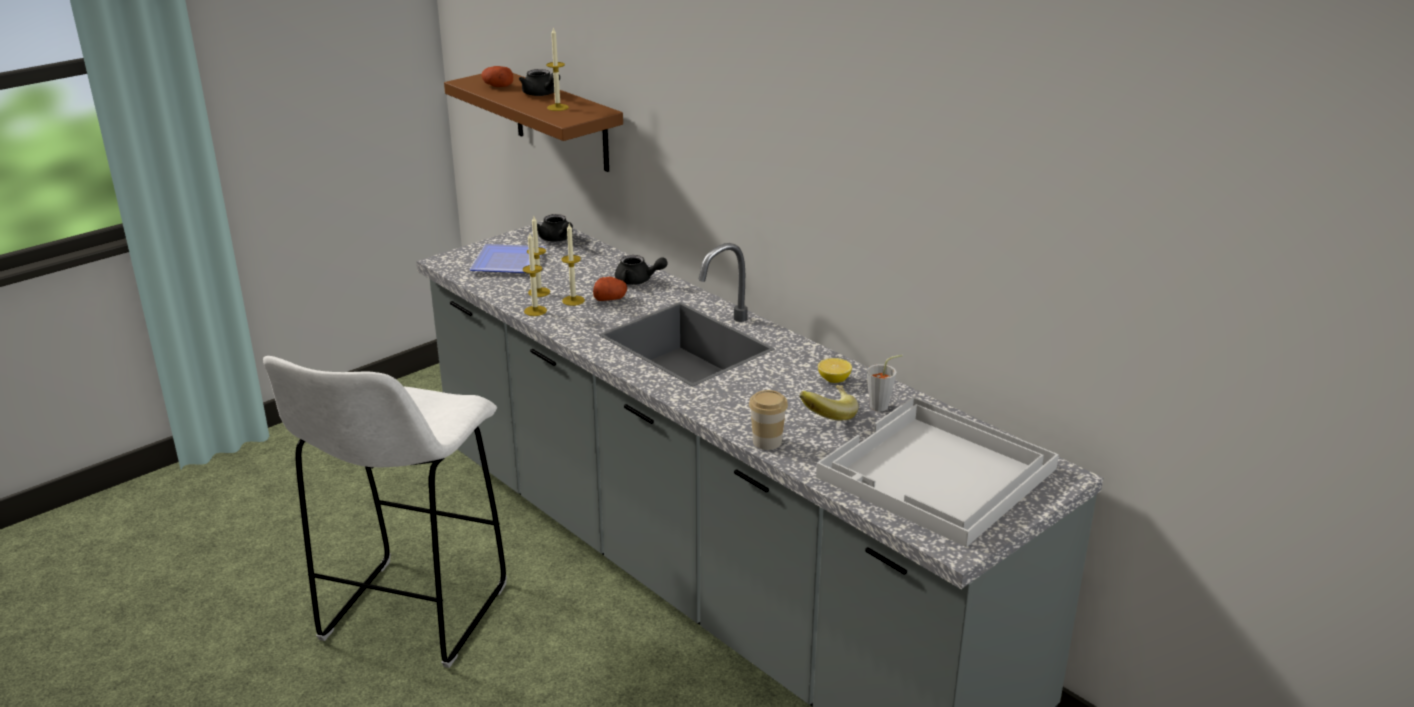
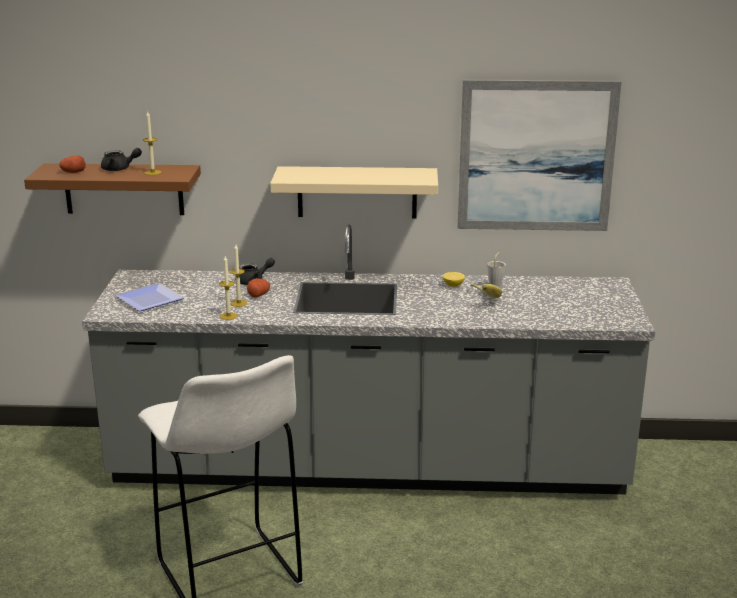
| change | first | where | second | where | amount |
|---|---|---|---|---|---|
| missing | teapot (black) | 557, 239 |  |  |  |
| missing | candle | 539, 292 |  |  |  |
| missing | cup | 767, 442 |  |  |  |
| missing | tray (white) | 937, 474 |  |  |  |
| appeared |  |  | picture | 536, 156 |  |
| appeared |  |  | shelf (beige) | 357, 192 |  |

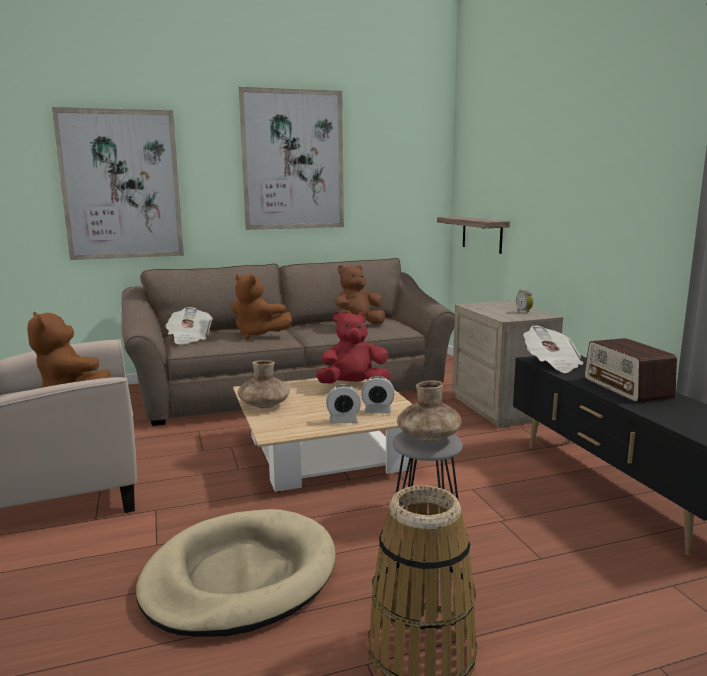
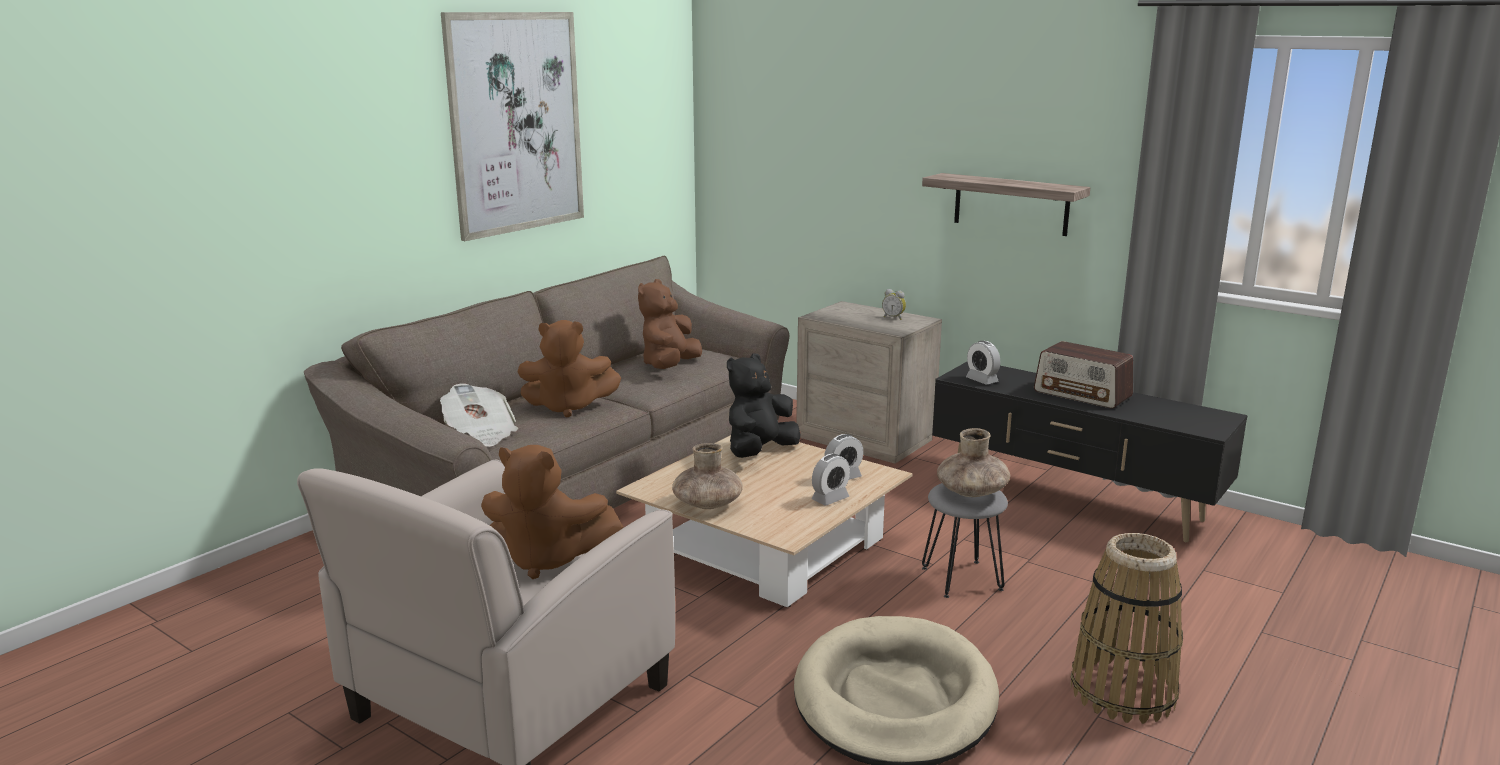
| change | first | where | second | where | amount |
|---|---|---|---|---|---|
| missing | picture | 121, 185 |  |  |  |
| relocated | shelf | 482, 234 |  | 1011, 204 |  |
| colour | plush toy (red) | 353, 385 | plush toy (black) | 759, 452 |  |
| exchanged | newspaper | 552, 364 | alarm clock | 982, 380 |  |

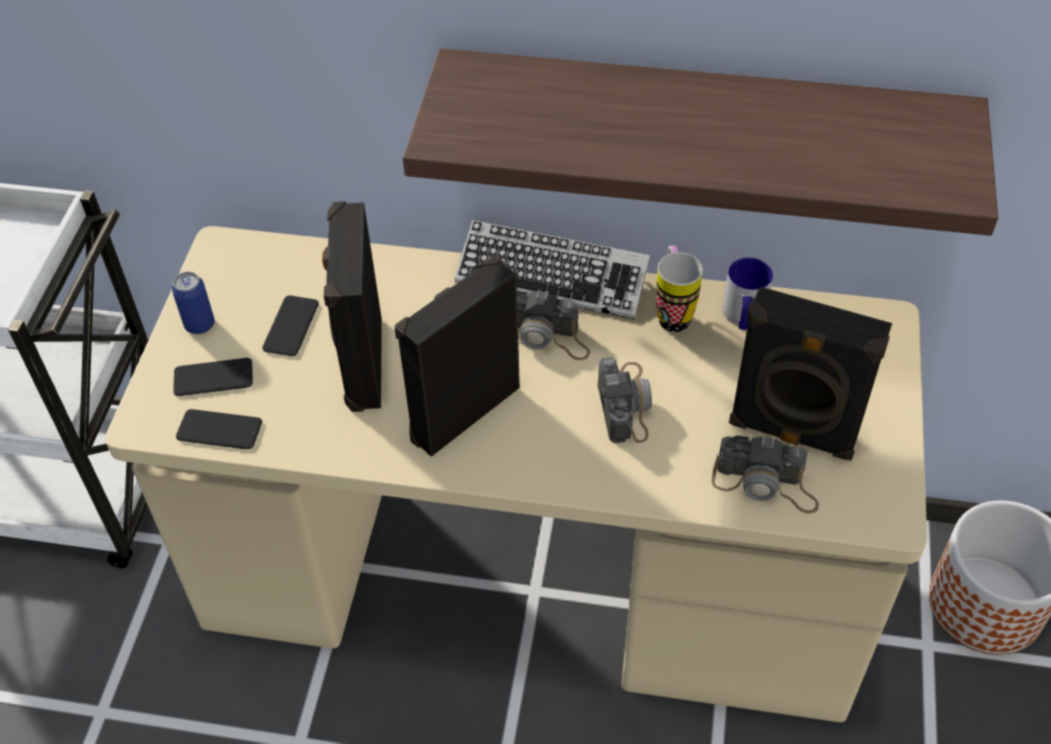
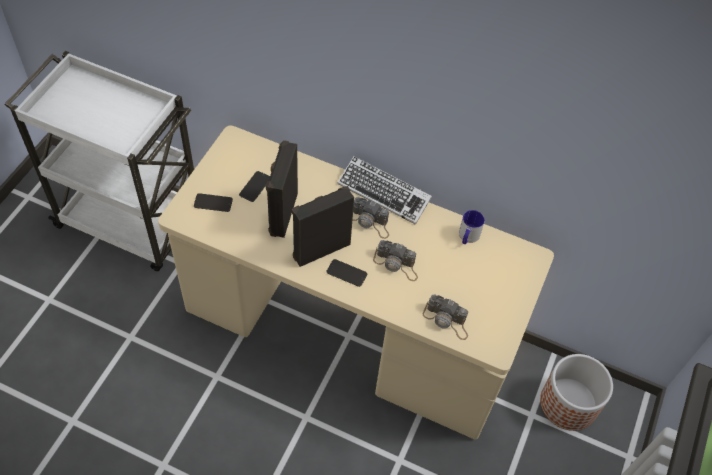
| change | first | where | second | where | amount |
|---|---|---|---|---|---|
| missing | shelf | 700, 128 |  |  |  |
| missing | mug | 672, 312 |  |  |  |
| missing | can | 199, 324 |  |  |  |
| missing | speaker (black) | 792, 434 |  |  |  |
| spun | photo camera | 625, 402 |  | 396, 264 | 105 degrees clockwise |
| relocated | phone | 219, 430 |  | 346, 273 |  |

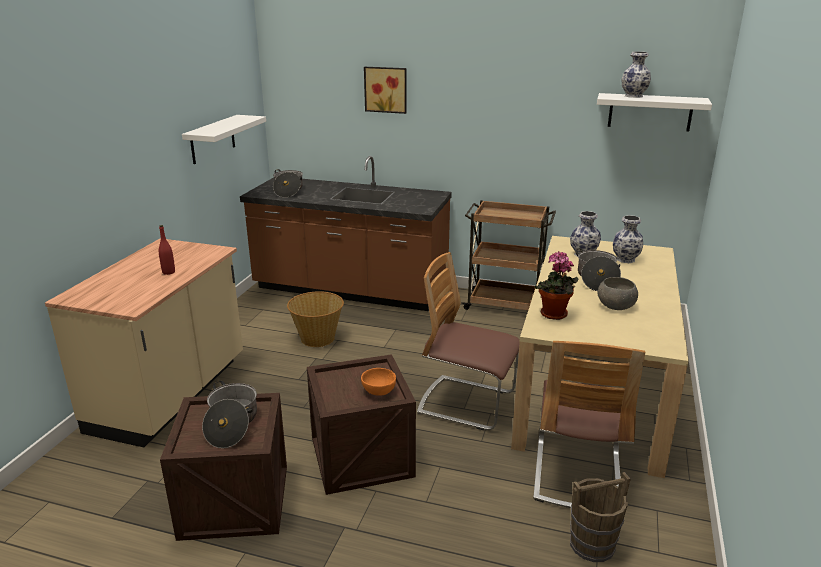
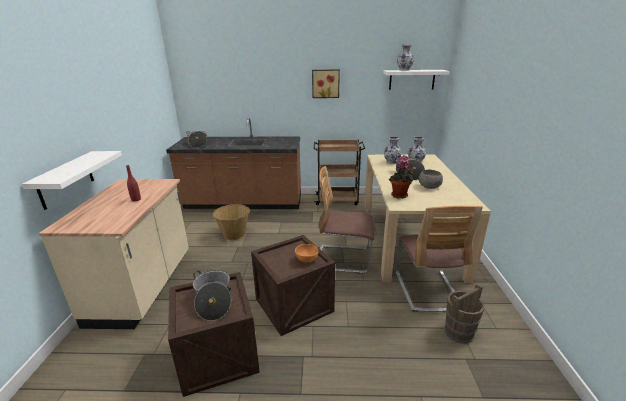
| change | first | where | second | where | amount |
|---|---|---|---|---|---|
| relocated | picture | 386, 89 |  | 325, 83 |  |
| relocated | shelf (white) | 212, 139 |  | 66, 179 |  |

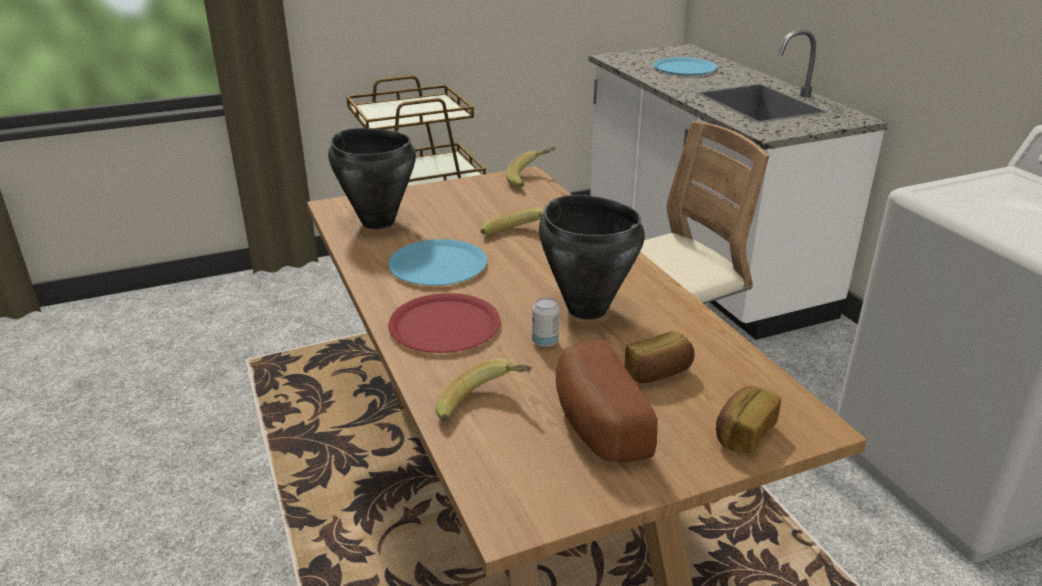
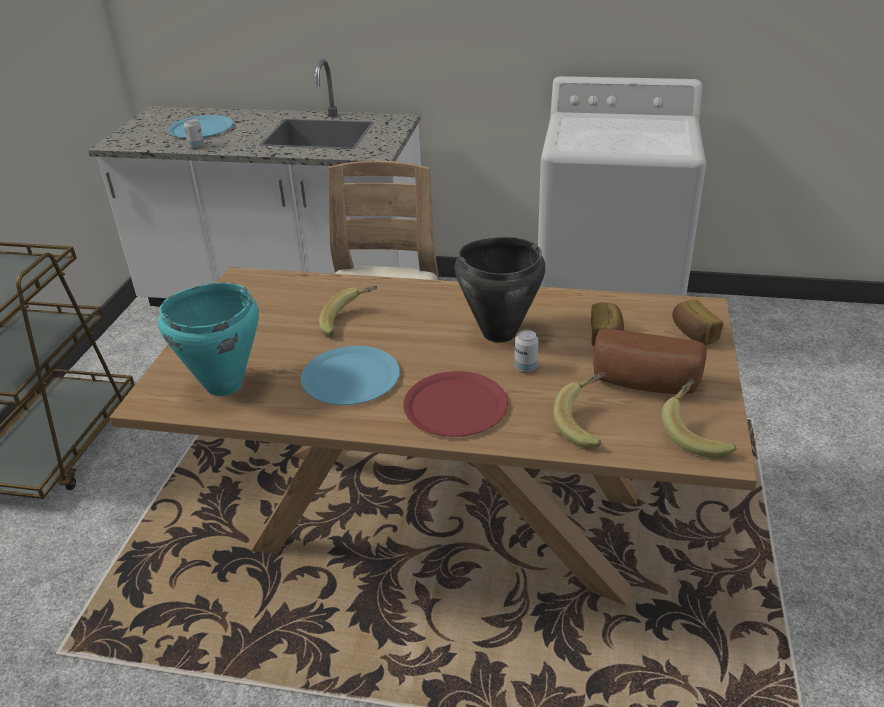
| change | first | where | second | where | amount |
|---|---|---|---|---|---|
| colour | cooking pot (black) | 378, 222 | cooking pot (turquoise) | 223, 385 |  |
| relocated | banana | 531, 180 |  | 697, 434 |  |
| appeared |  |  | can | 196, 146 |  |

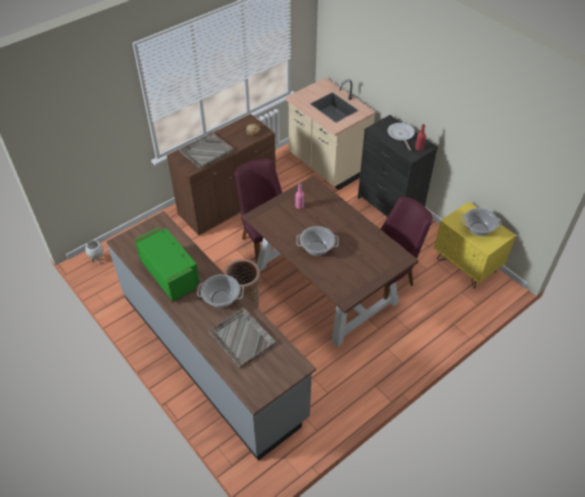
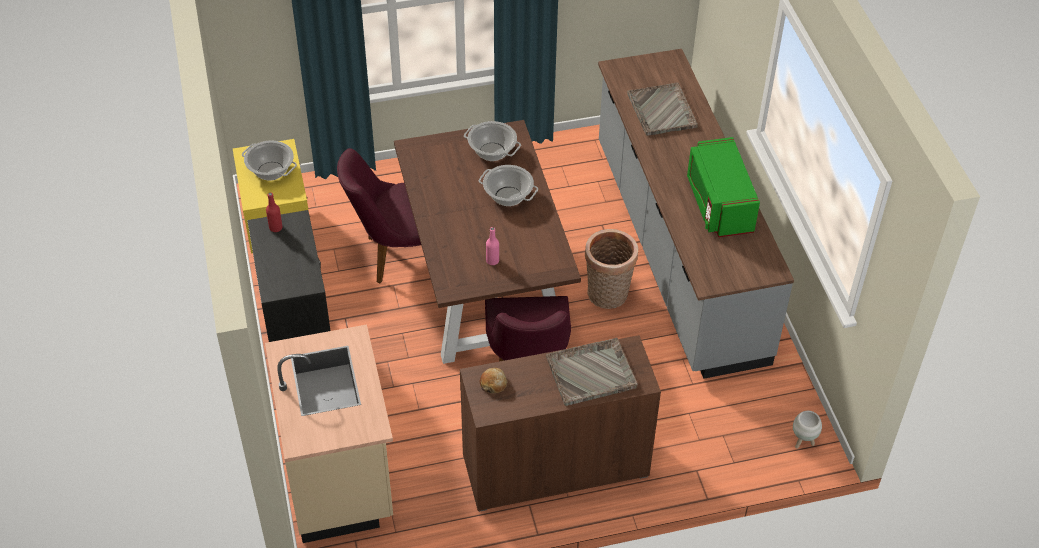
| change | first | where | second | where | amount |
|---|---|---|---|---|---|
| missing | frying pan | 401, 135 |  |  |  |
| relocated | cooking pot | 221, 299 |  | 492, 152 |  |

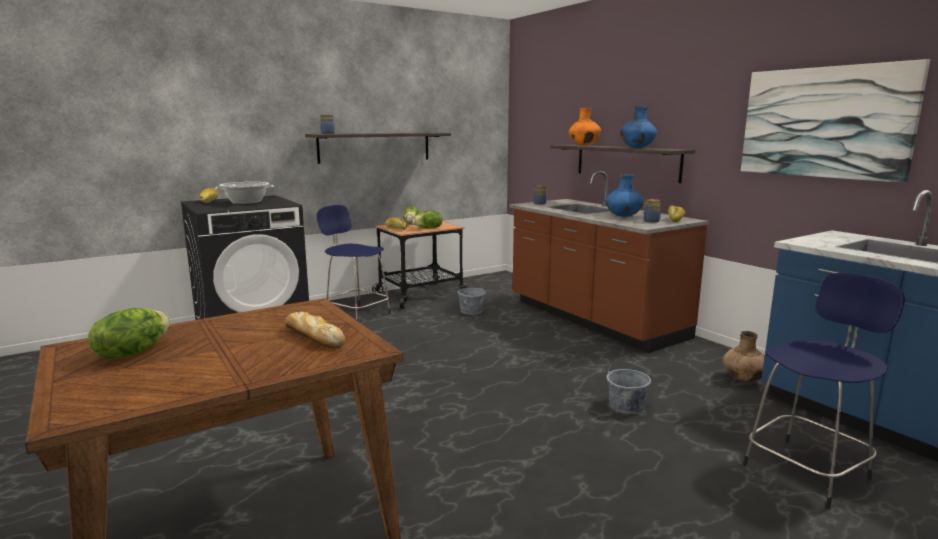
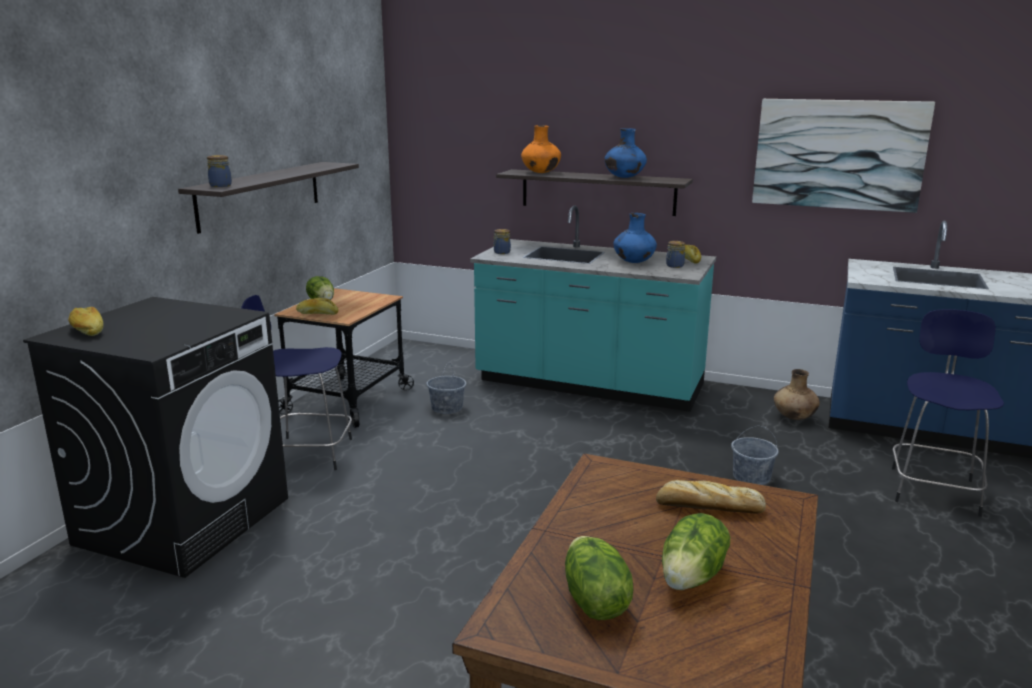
| change | first | where | second | where | amount |
|---|---|---|---|---|---|
| colour | counter (brown) | 594, 319 | counter (turquoise) | 589, 384 |  |
| missing | cooking pot | 246, 202 |  |  |  |
| relocated | lettuce | 428, 228 |  | 693, 577 |  |

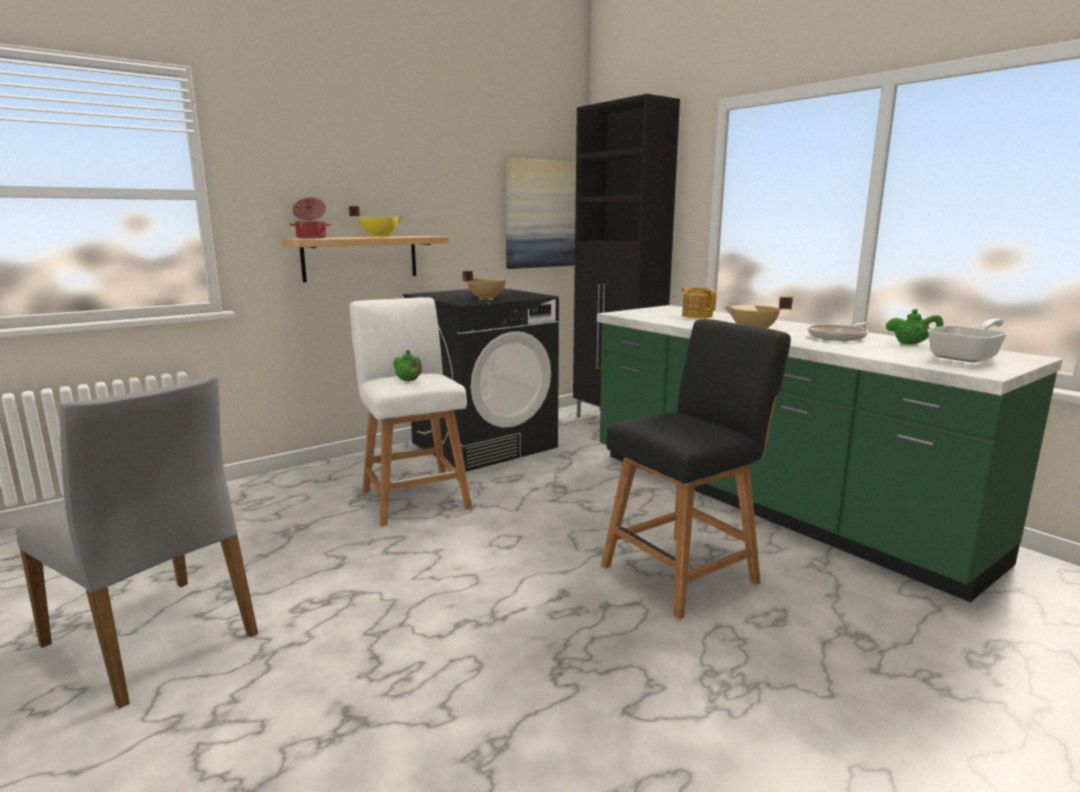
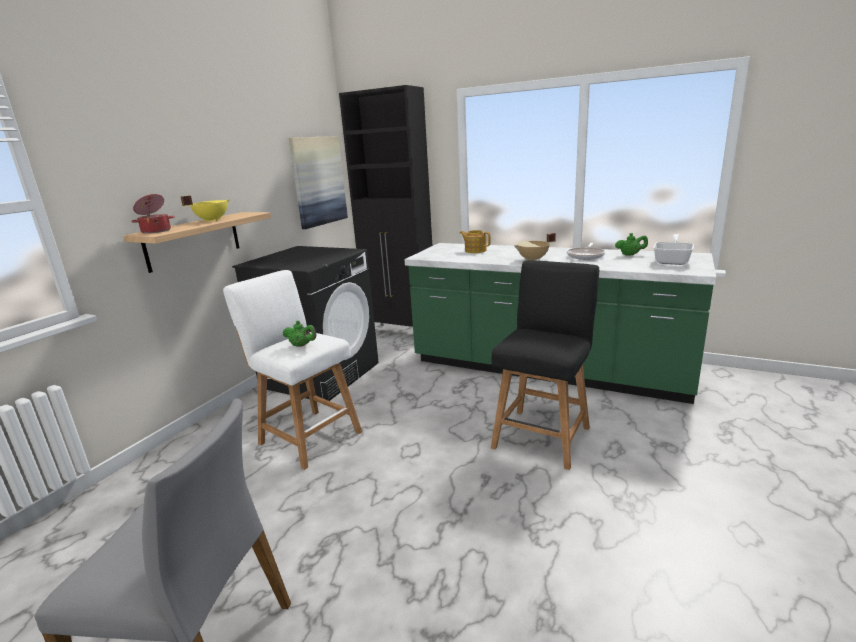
| change | first | where | second | where | amount |
|---|---|---|---|---|---|
| missing | cooking pot (beige) | 486, 299 |  |  |  |

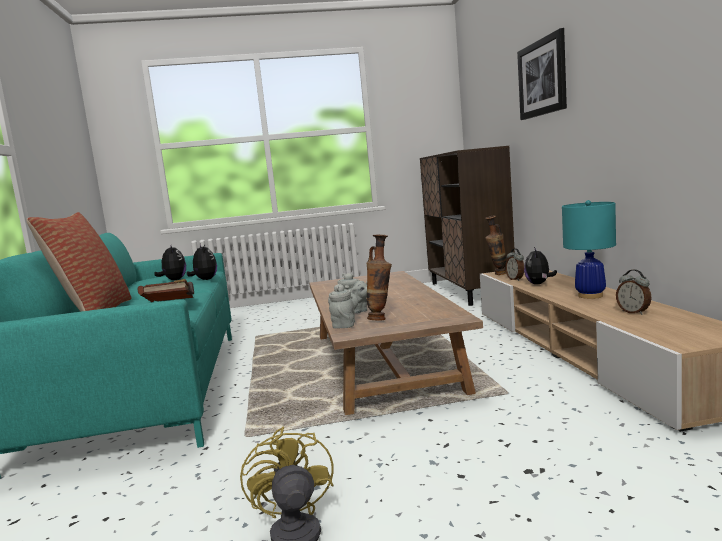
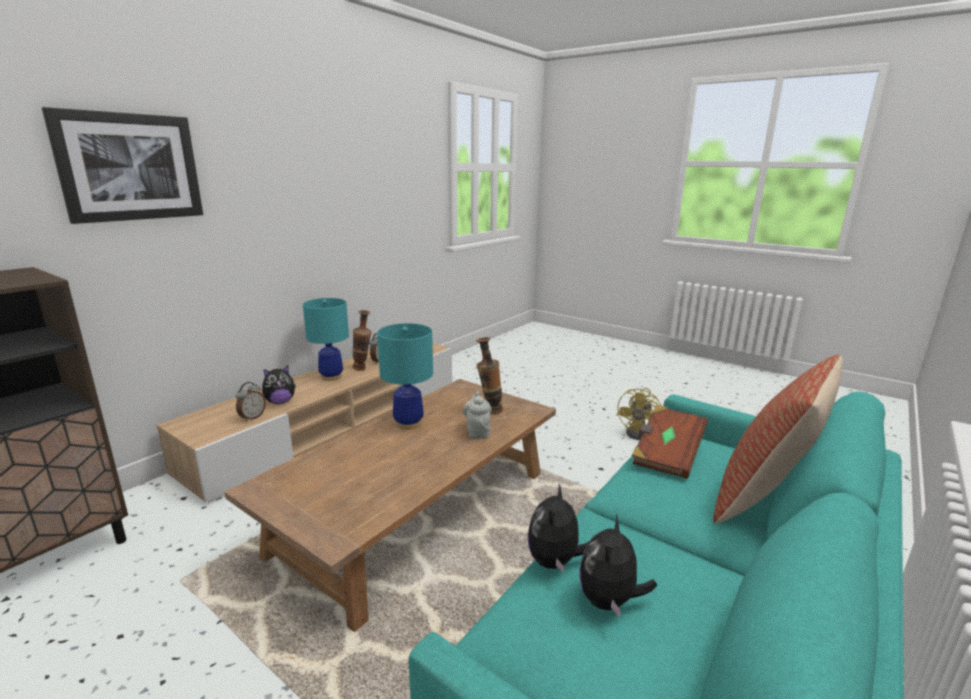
| change | first | where | second | where | amount |
|---|---|---|---|---|---|
| relocated | vase | 497, 274 |  | 363, 369 |  |
| missing | teapot (grey) | 344, 324 |  |  |  |
| appeared |  |  | table lamp (turquoise) | 408, 423 |  |

